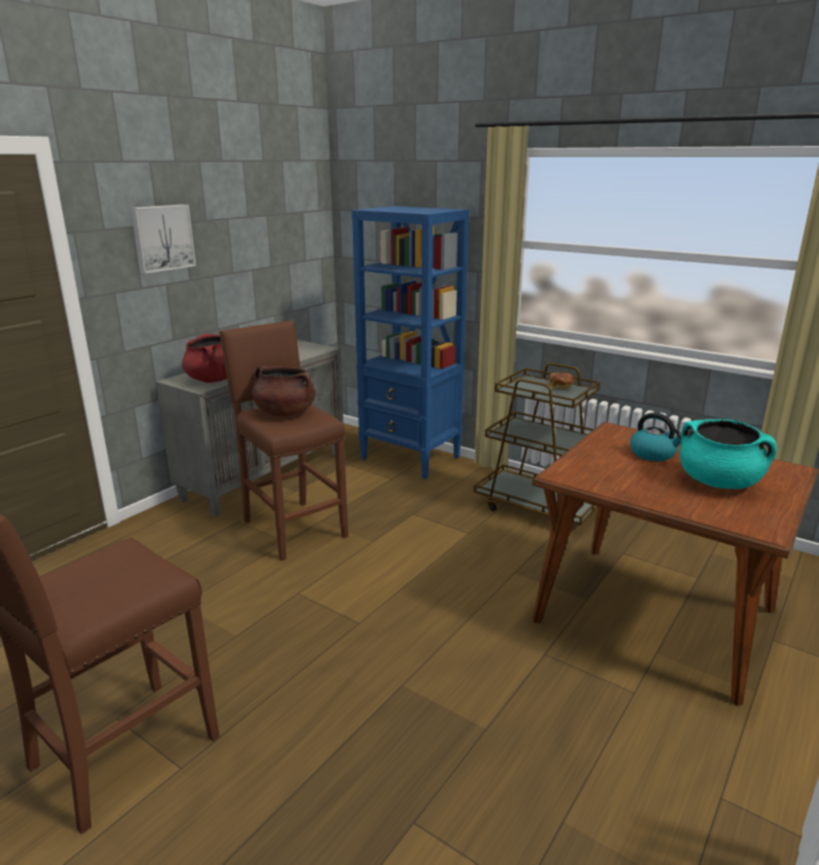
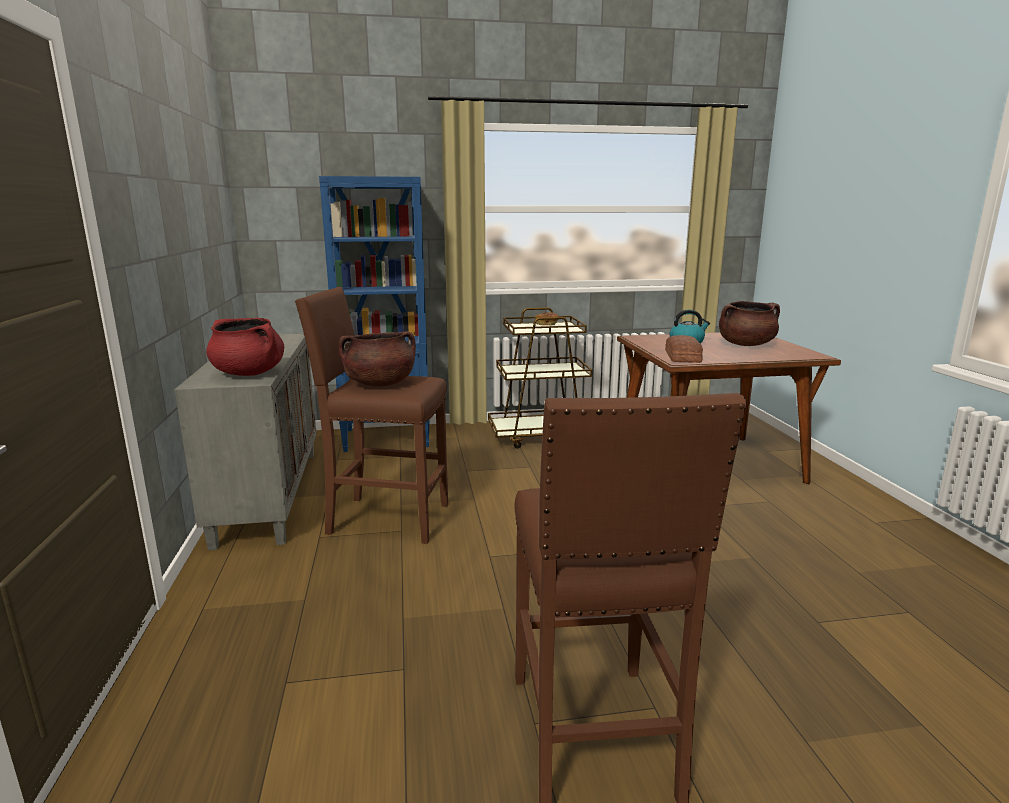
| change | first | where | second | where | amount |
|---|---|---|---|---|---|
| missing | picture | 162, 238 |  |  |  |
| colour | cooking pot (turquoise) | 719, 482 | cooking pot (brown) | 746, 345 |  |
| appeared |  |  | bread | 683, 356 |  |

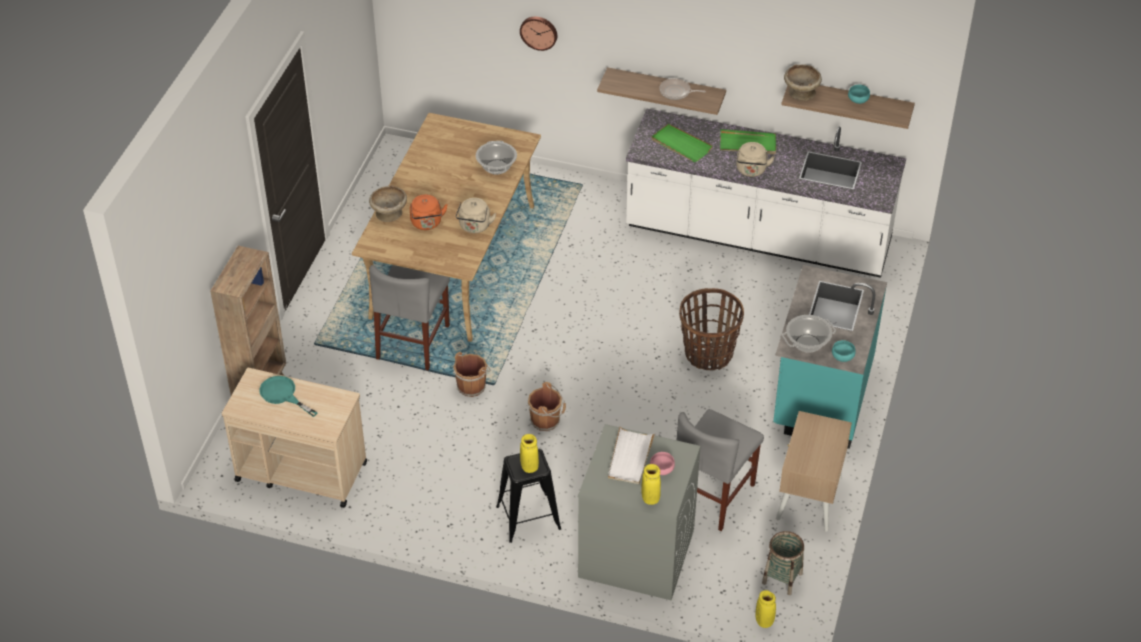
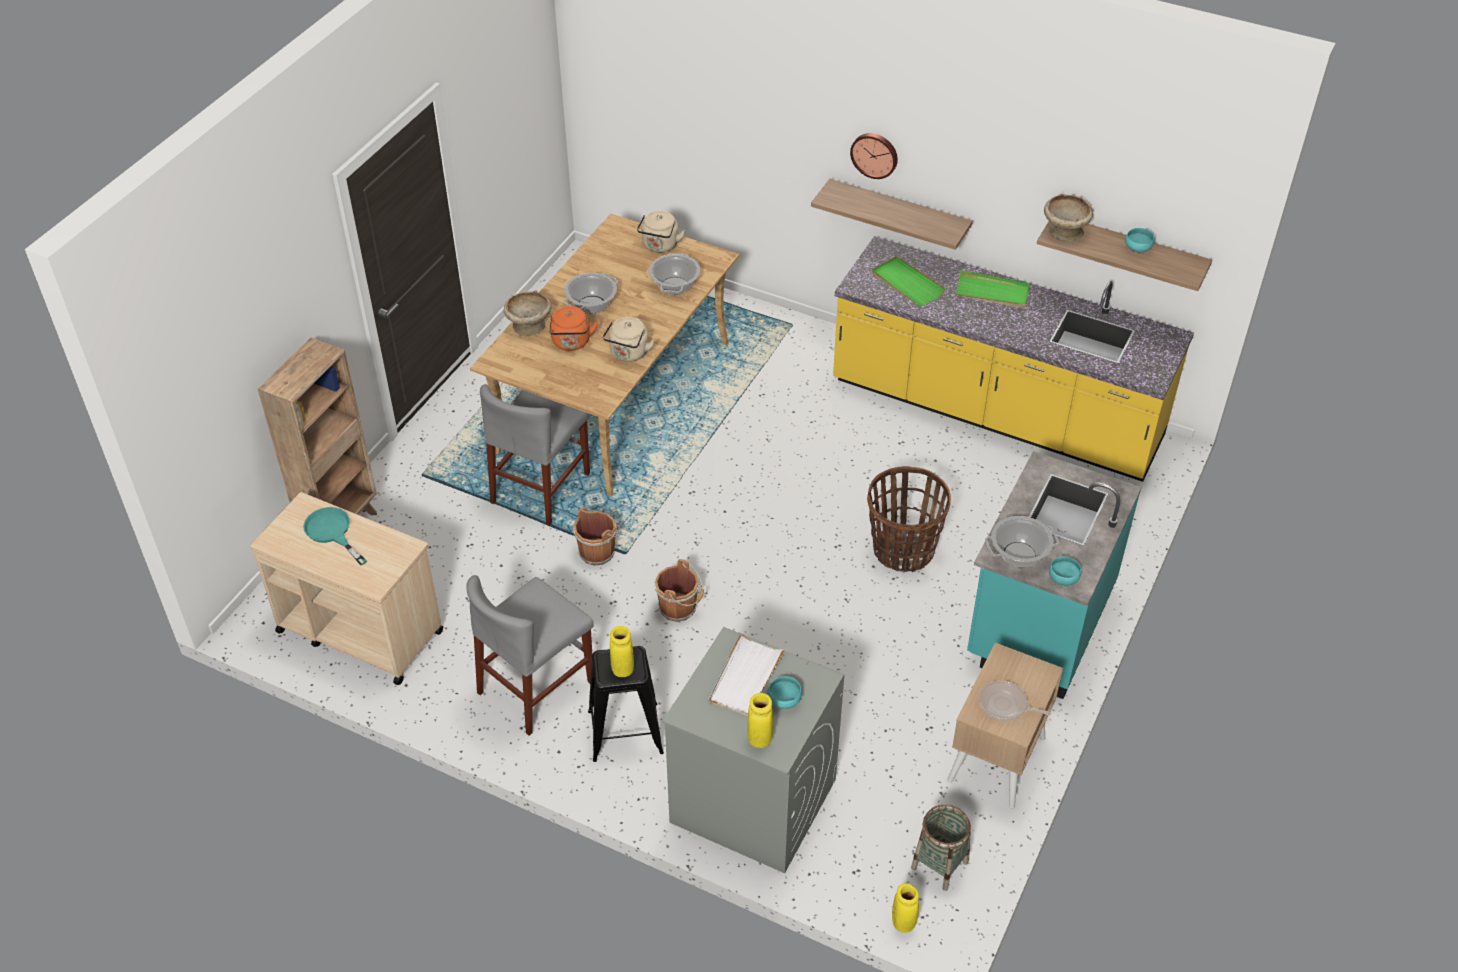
| change | first | where | second | where | amount |
|---|---|---|---|---|---|
| relocated | wall clock | 539, 32 |  | 875, 154 |  |
| relocated | frying pan | 676, 92 |  | 1005, 705 |  |
| colour | counter (white) | 758, 236 | counter (yellow) | 995, 411 |  |
| relocated | kettle (beige) | 751, 171 |  | 660, 246 |  |
| relocated | chair (grey) | 712, 495 |  | 536, 687 |  |
| colour | bowl (pink) | 662, 470 | bowl (turquoise) | 784, 701 |  |
| appeared |  |  | cooking pot | 591, 305 |  |

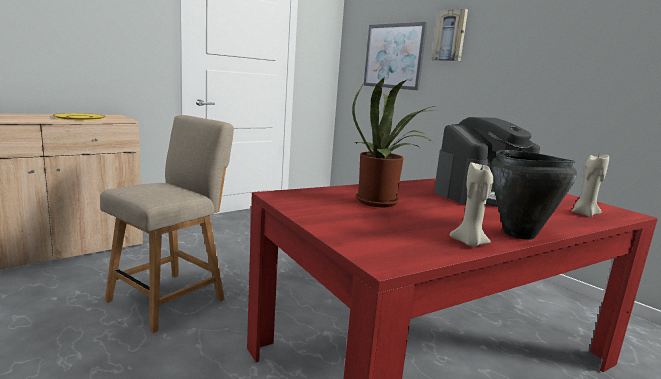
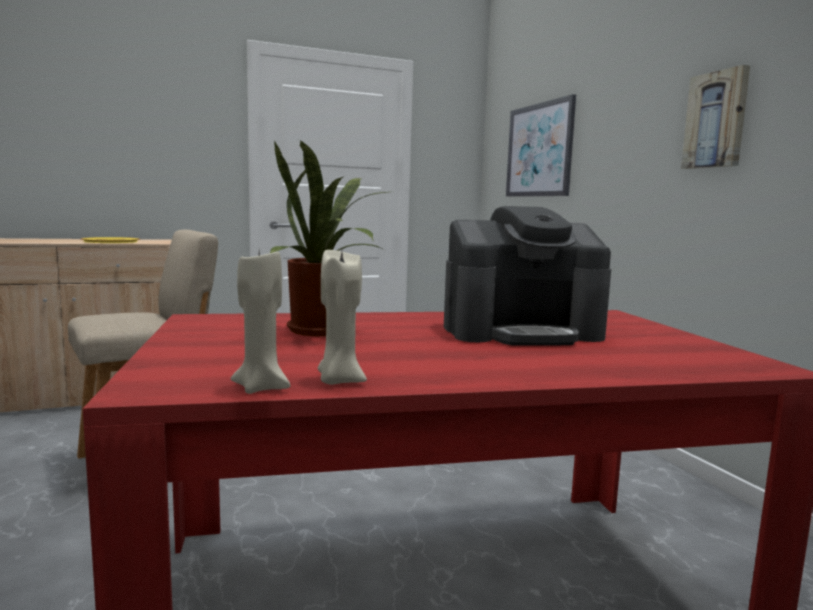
| change | first | where | second | where | amount |
|---|---|---|---|---|---|
| relocated | picture | 450, 36 |  | 717, 120 |  |
| missing | cooking pot (black) | 519, 234 |  |  |  |
| relocated | candle (beige) | 584, 214 |  | 262, 387 |  |

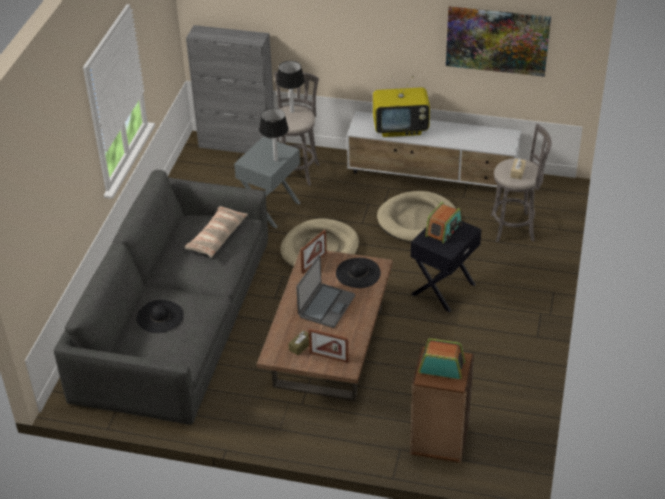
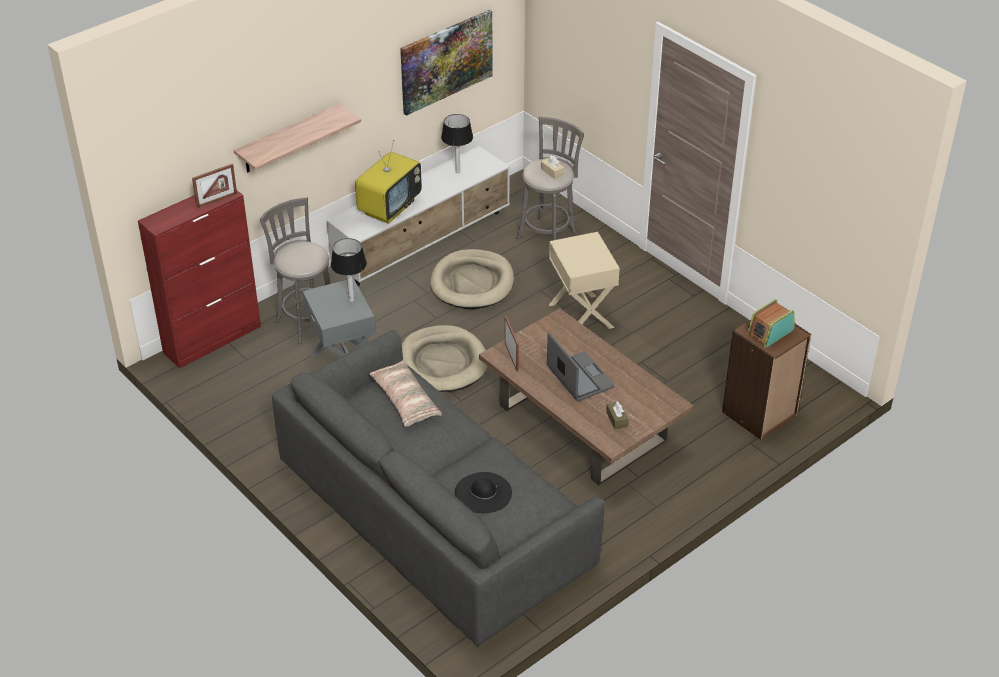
| change | first | where | second | where | amount |
|---|---|---|---|---|---|
| colour | cabinet (grey) | 238, 145 | cabinet (red) | 213, 339 |  |
| relocated | table lamp | 291, 111 |  | 457, 171 |  |
| missing | radio | 443, 230 |  |  |  |
| colour | side table (black) | 442, 289 | side table (beige) | 580, 316 |  |
| missing | hat (black) | 358, 273 |  |  |  |
| relocated | picture frame | 329, 357 |  | 217, 200 |  |
| appeared |  |  | shelf | 288, 139 |  |

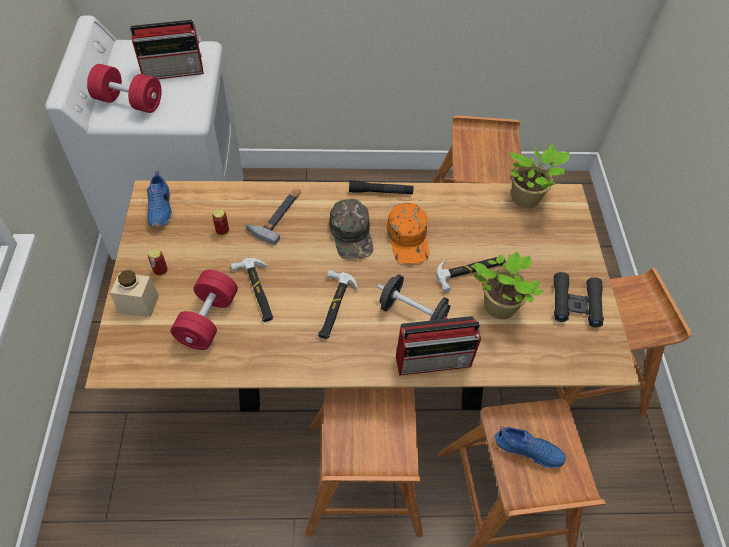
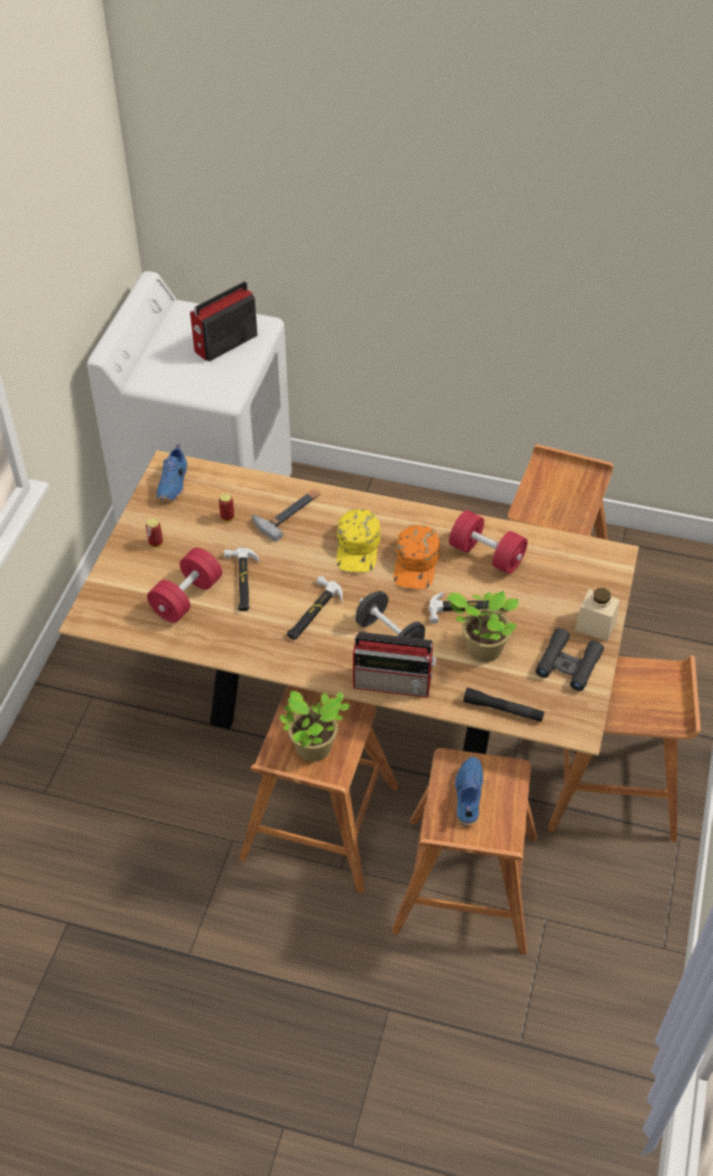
| change | first | where | second | where | amount |
|---|---|---|---|---|---|
| spun | radio | 174, 71 |  | 224, 344 | 135 degrees clockwise |
| relocated | dumbbell (red) | 129, 102 |  | 486, 555 |  |
| relocated | potted plant | 526, 199 |  | 314, 750 |  |
| relocated | flashlight (black) | 380, 192 |  | 503, 709 |  |
| colour | cap (green) | 352, 234 | cap (yellow) | 358, 547 |  |
| relocated | jar (beige) | 138, 304 |  | 595, 625 |  |
| spun | shoe (blue) | 527, 449 |  | 467, 795 | 120 degrees counterclockwise |

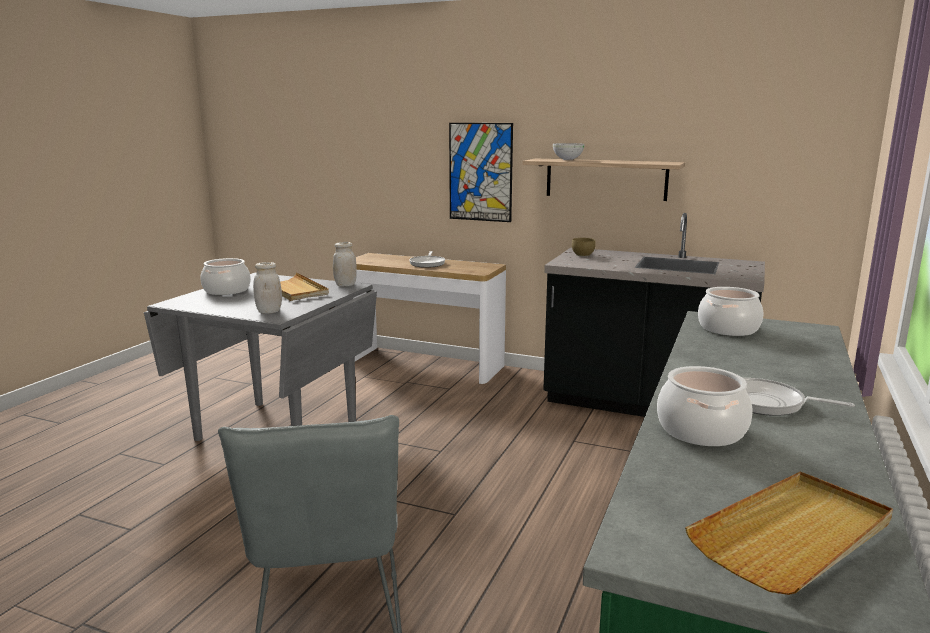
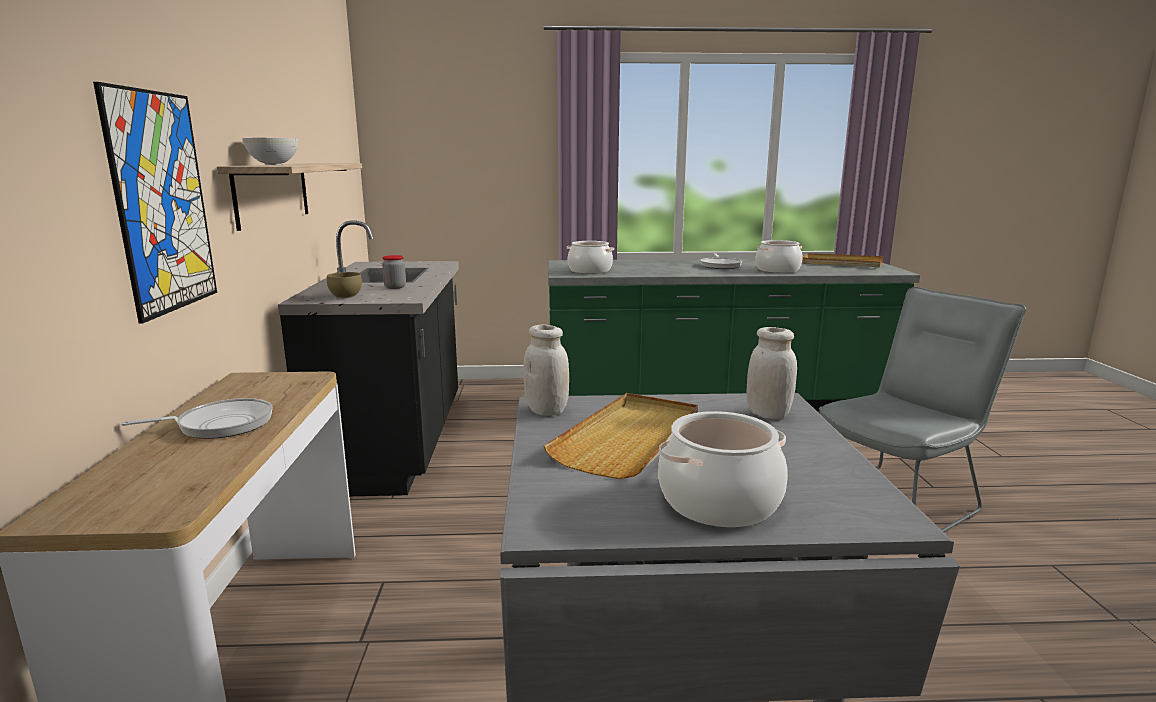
| change | first | where | second | where | amount |
|---|---|---|---|---|---|
| appeared |  |  | jar | 395, 287 |  |

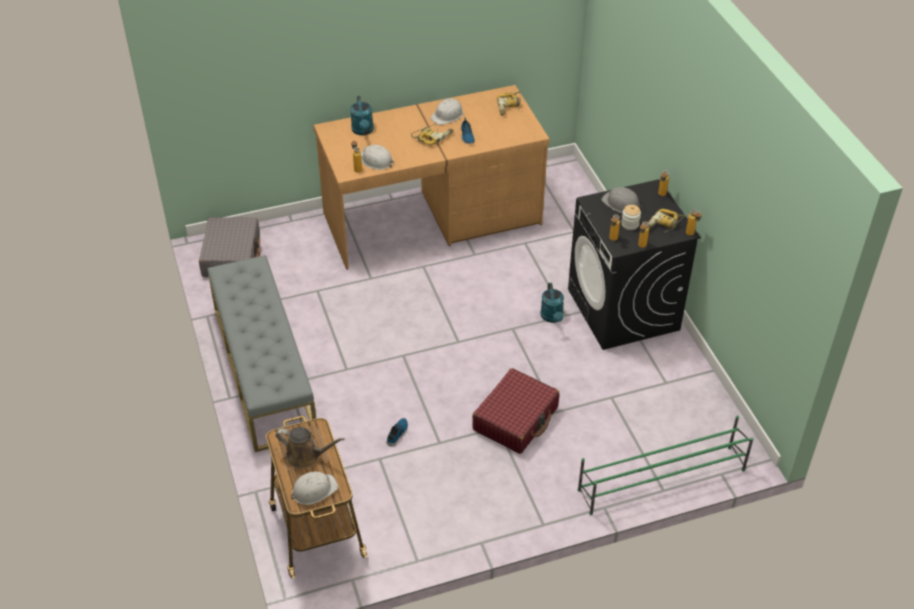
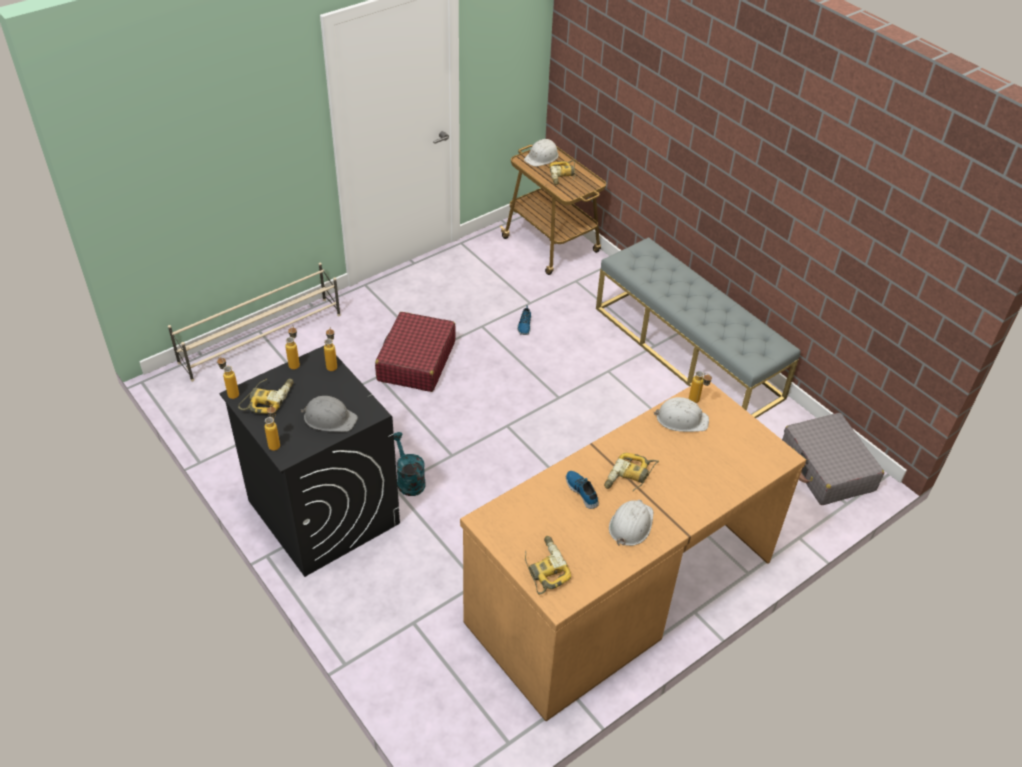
| change | first | where | second | where | amount |
|---|---|---|---|---|---|
| missing | watering can (turquoise) | 363, 131 |  |  |  |
| missing | jar | 630, 224 |  |  |  |
| colour | shoe rack (green) | 660, 480 | shoe rack (beige) | 262, 338 |  |
| exchanged | watering can (brown) | 306, 456 | power drill | 563, 176 |  |

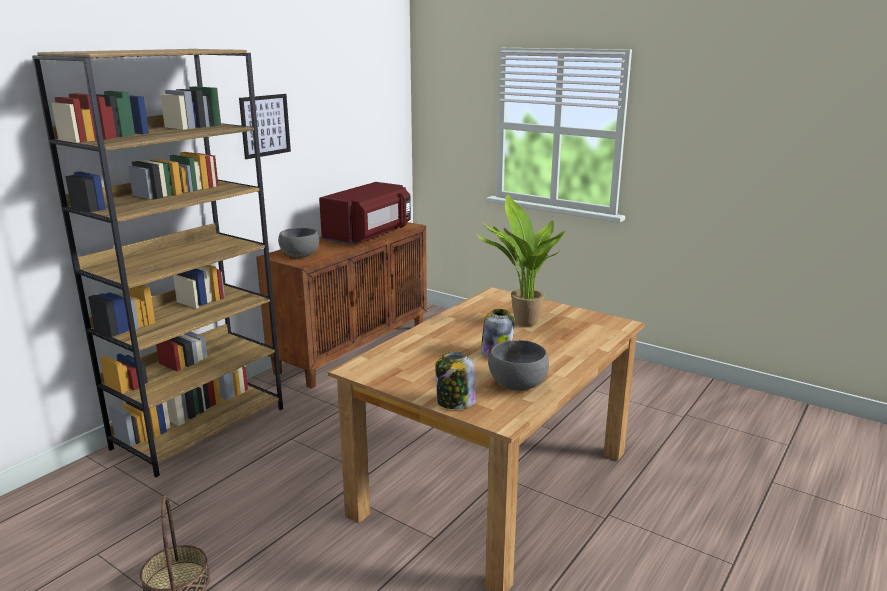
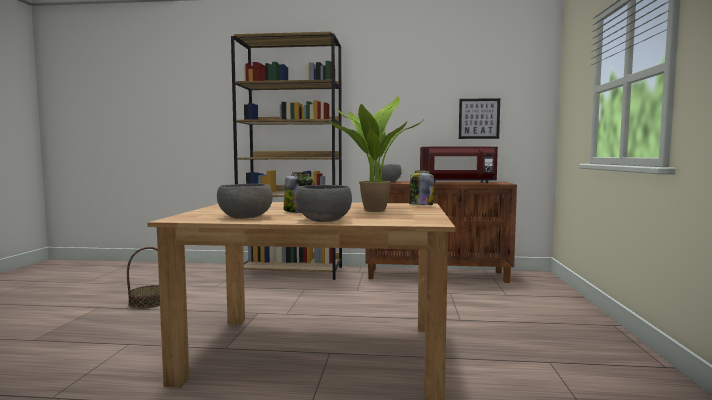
| change | first | where | second | where | amount |
|---|---|---|---|---|---|
| relocated | picture | 265, 125 |  | 479, 118 |  |
| relocated | jar | 455, 402 |  | 420, 205 |  |
| appeared |  |  | bowl (grey) | 323, 220 |  |

